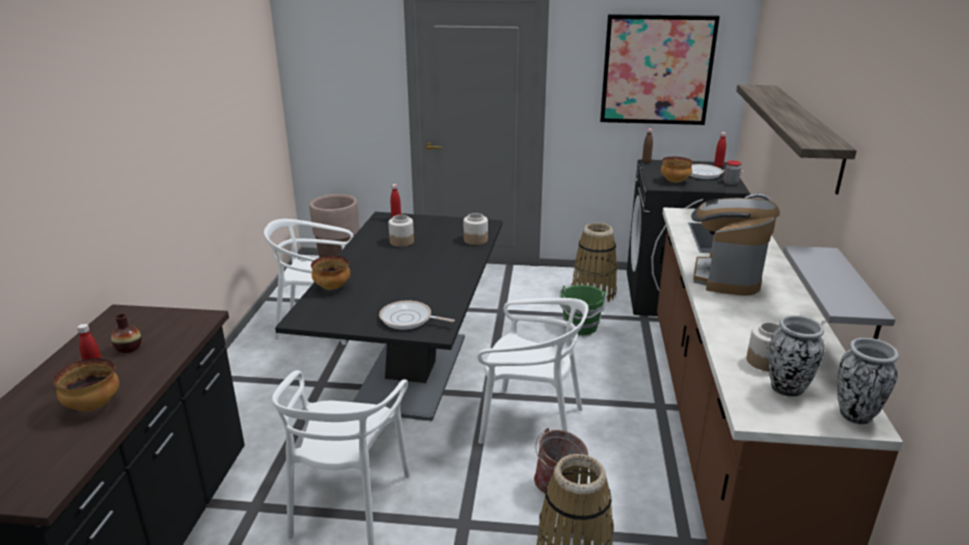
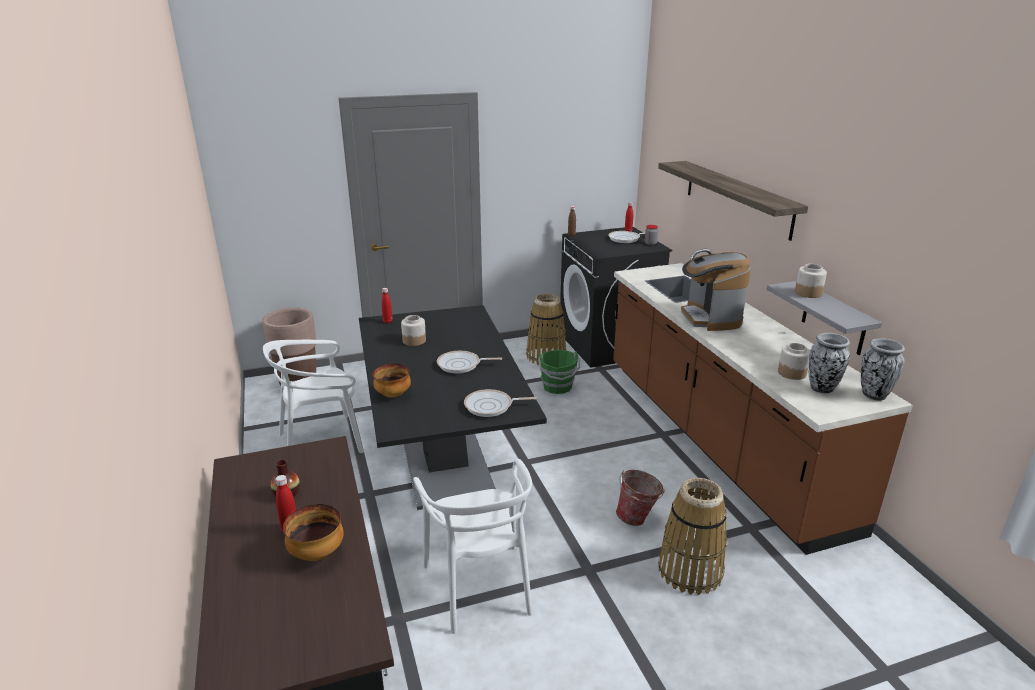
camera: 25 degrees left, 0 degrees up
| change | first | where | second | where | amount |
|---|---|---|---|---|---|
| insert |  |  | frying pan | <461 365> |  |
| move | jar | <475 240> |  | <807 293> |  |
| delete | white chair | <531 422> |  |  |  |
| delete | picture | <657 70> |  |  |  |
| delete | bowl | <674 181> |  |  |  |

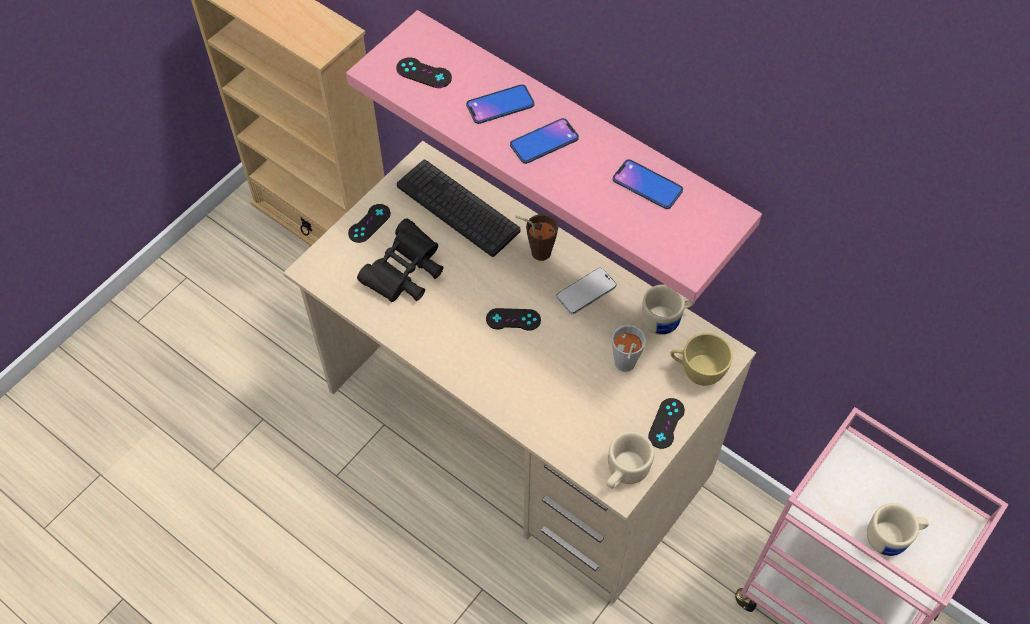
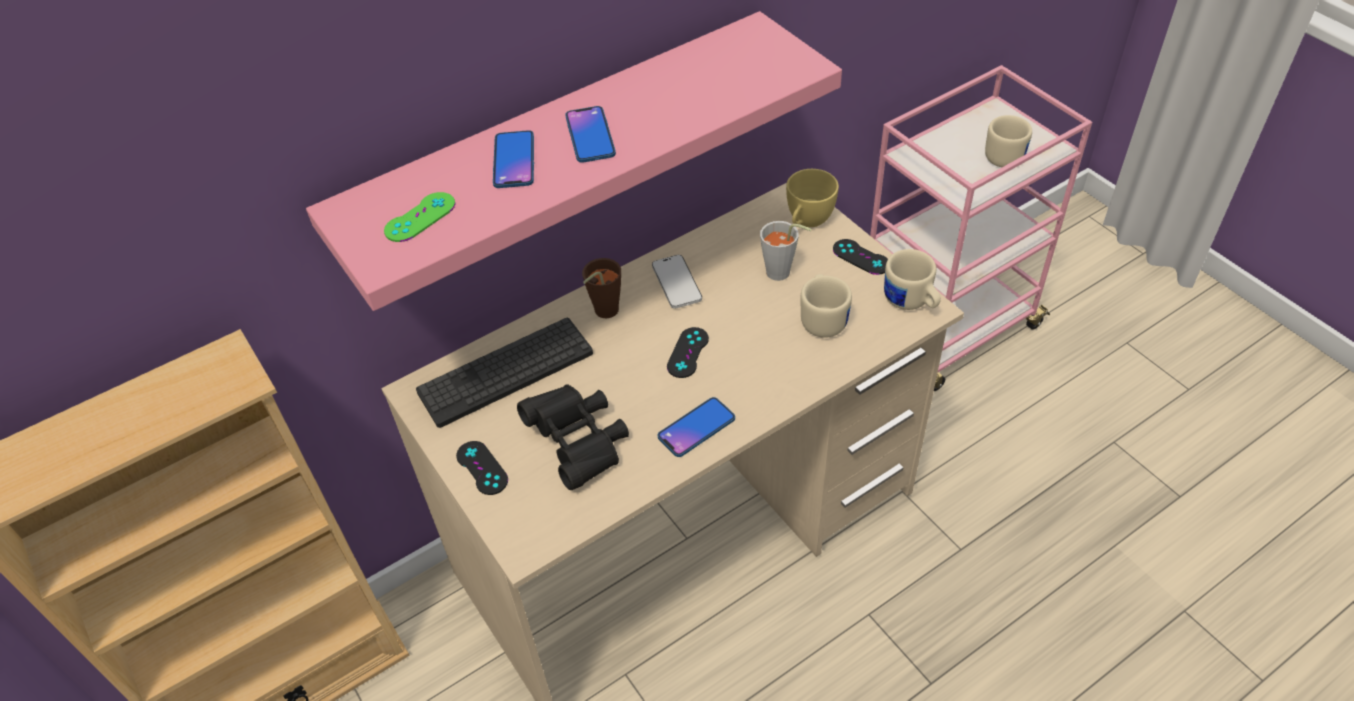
camera: 70 degrees left, 10 degrees down
| change | first | where | second | where | amount |
|---|---|---|---|---|---|
| recolor | black game controller | <424 73> | green game controller | <420 217> |  |
| move | phone | <647 185> |  | <696 428> |  |
| move | beige mug | <666 319> |  | <823 318> |  |

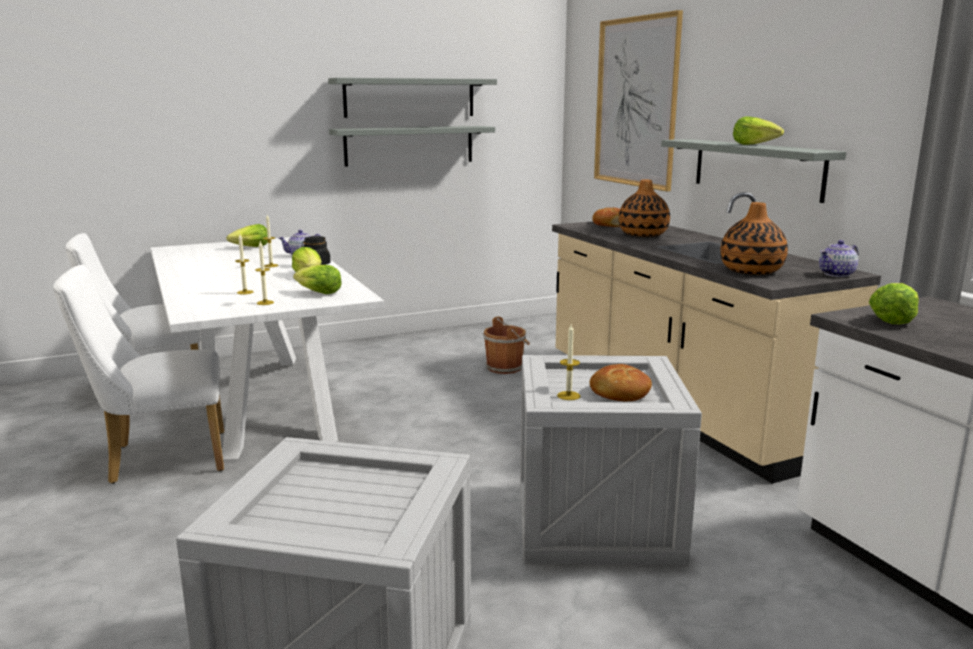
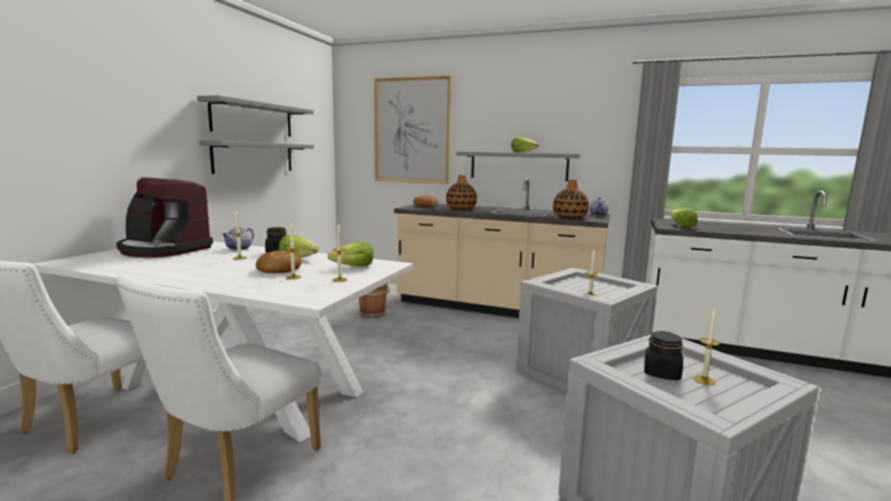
camera: 45 degrees left, 5 degrees down
| change | first | where | second | where | amount |
|---|---|---|---|---|---|
| replace | lettuce | <251 247> | coffee machine | <164 249> |  |
| move | bread | <619 393> |  | <278 270> |  |
| insert |  |  | black jar | <661 373> |  |
| insert |  |  | candle | <703 380> |  |

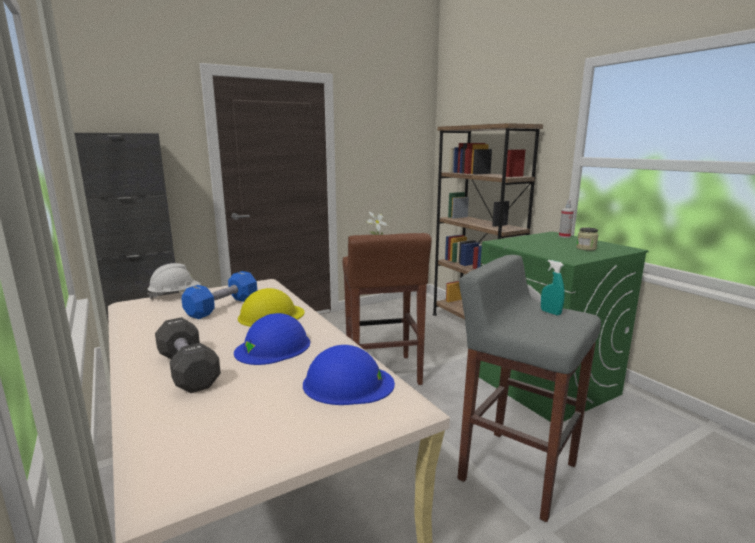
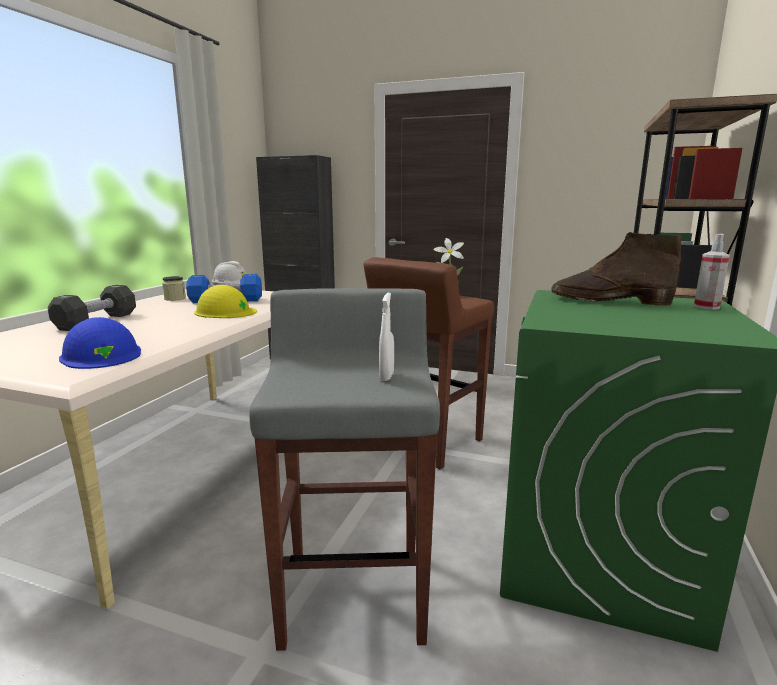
camera: 50 degrees right, 0 degrees up
| change | first | where | second | where | amount |
|---|---|---|---|---|---|
| move | jar | <586 248> |  | <175 298> |  |
| recolor | turquoise spray bottle | <550 312> | white spray bottle | <386 376> |  |
| insert |  |  | brown boot | <608 301> |  |
| delete | blue hard hat | <273 347> |  |  |  |

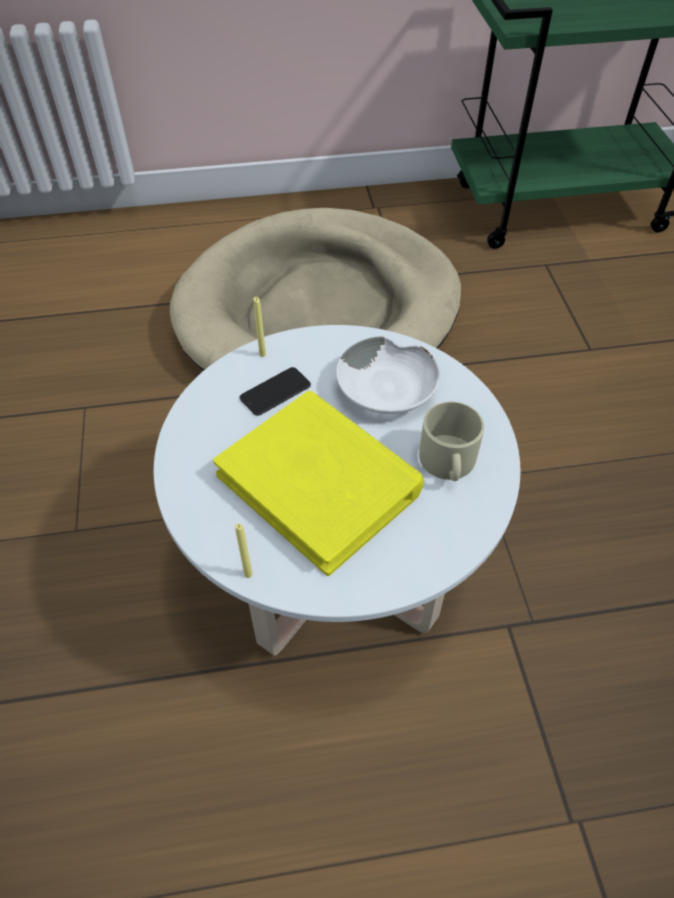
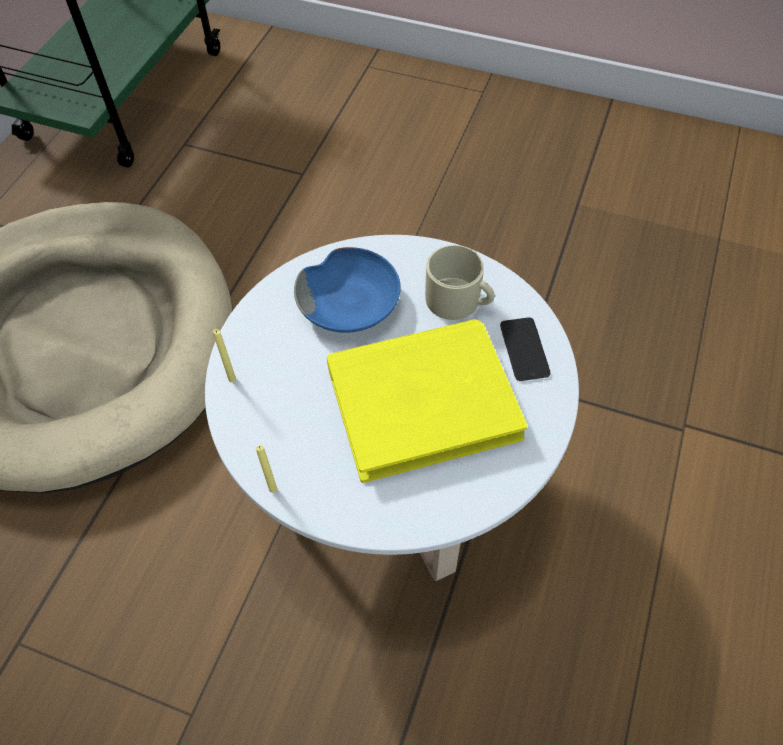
camera: 60 degrees left, 5 degrees up
| change | first | where | second | where | amount |
|---|---|---|---|---|---|
| move | yellow candle | <248 574> |  | <273 489> |  |
| recolor | white bowl | <388 389> | blue bowl | <351 302> |  |
| move | phone | <275 392> |  | <524 349> |  |

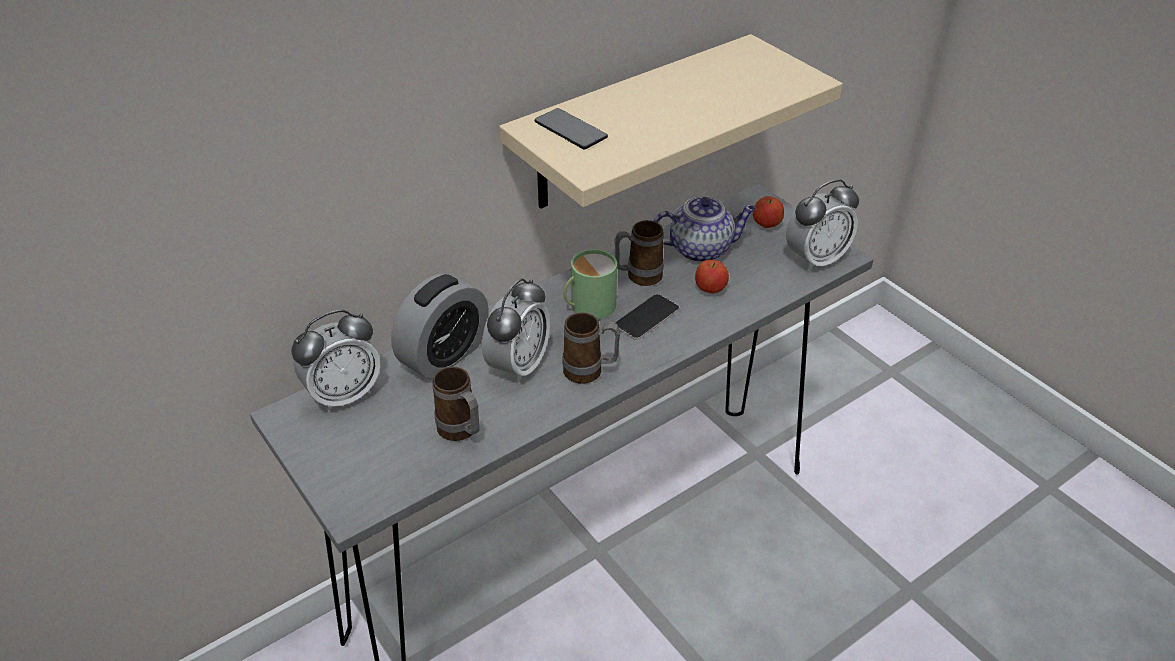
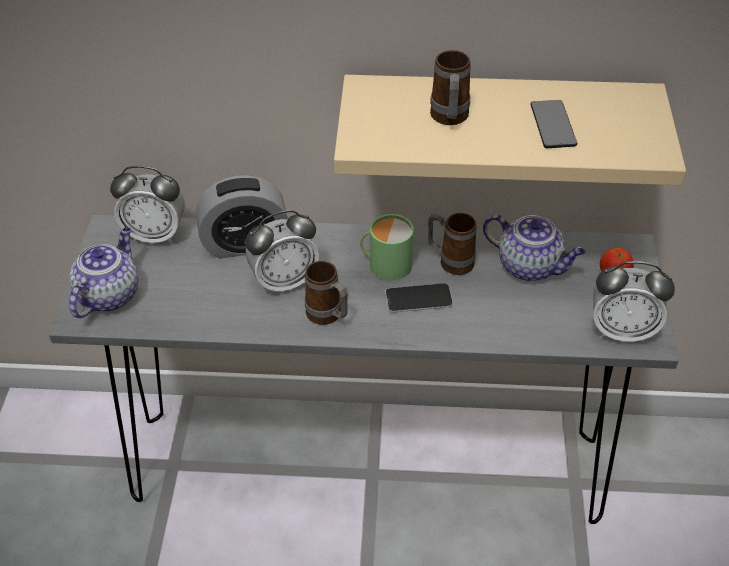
camera: 40 degrees right, 5 degrees up
| change | first | where | second | where | amount |
|---|---|---|---|---|---|
| insert |  |  | teapot | <109 294> |  |
| move | mug | <461 432> |  | <449 119> |  |
| move | phone | <570 130> |  | <552 125> |  |
| delete | apple | <710 289> |  |  |  |

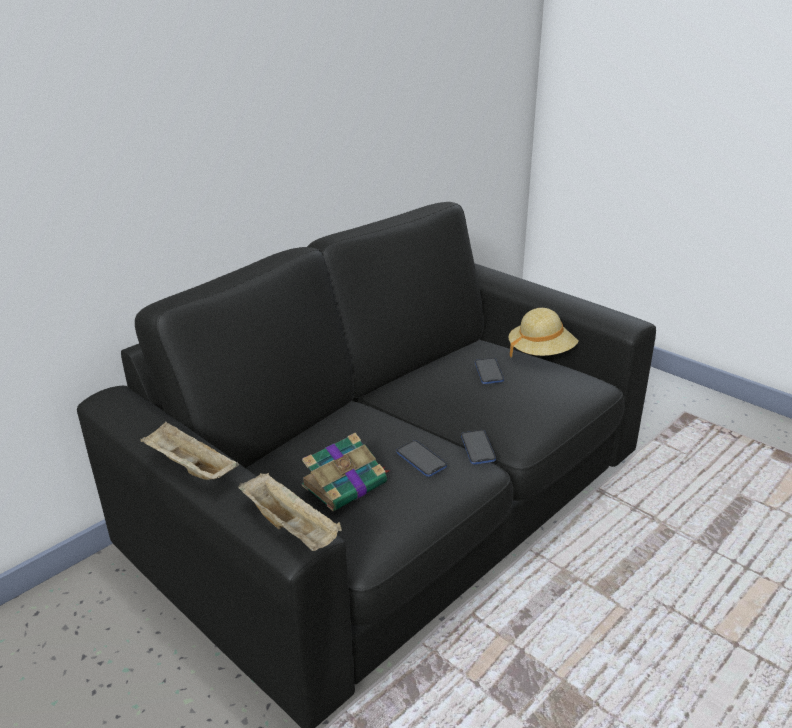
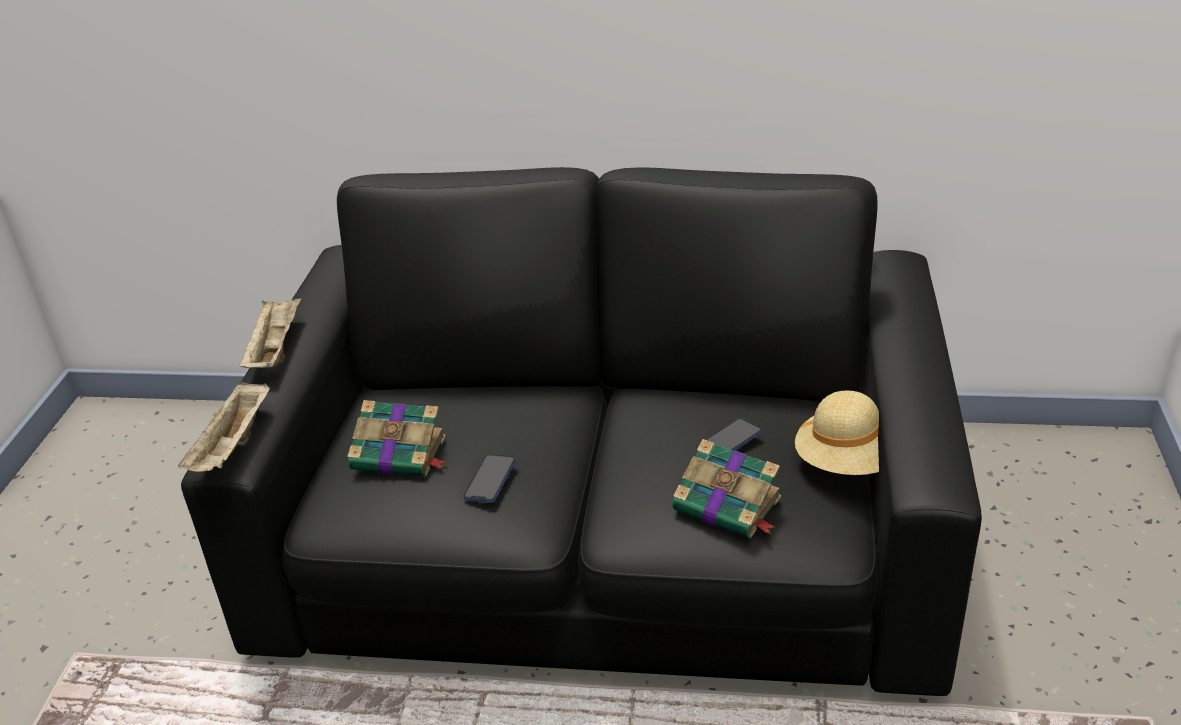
camera: 55 degrees right, 5 degrees up
| change | first | where | second | where | amount |
|---|---|---|---|---|---|
| insert |  |  | book | <729 505> |  |
| delete | phone | <477 448> |  |  |  |

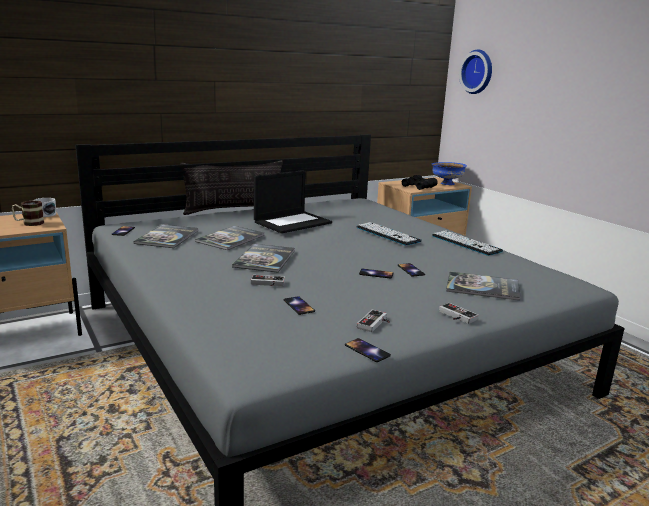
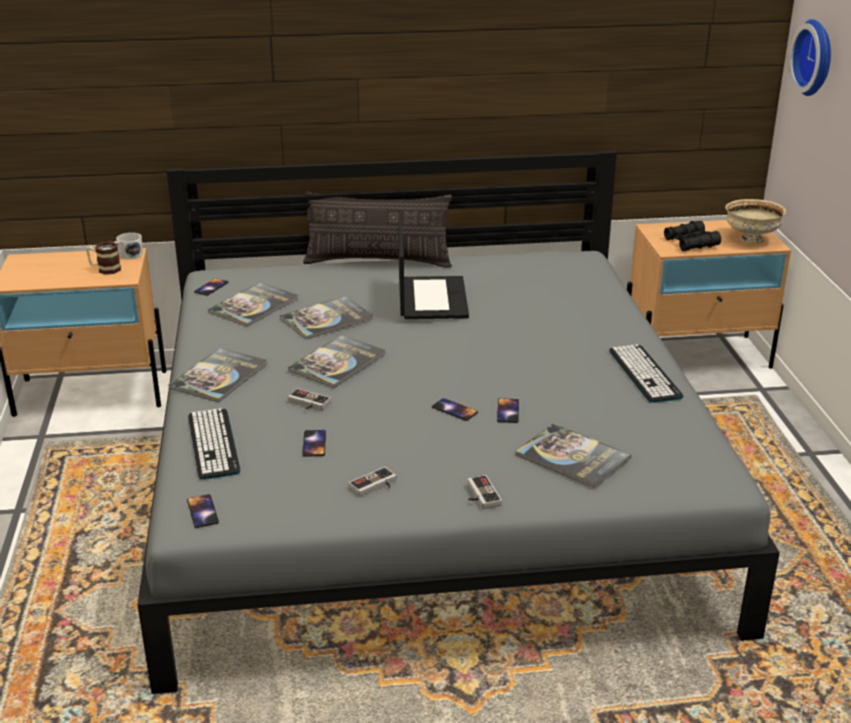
camera: 25 degrees right, 10 degrees up
| change | first | where | second | where | amount |
|---|---|---|---|---|---|
| insert |  |  | book | <219 376> |  |
| move | phone | <367 350> |  | <202 511> |  |
| move | keyboard | <387 234> |  | <213 444> |  |
| rotate | laptop | <293 222> |  | <431 298> | 75 degrees counterclockwise |
| recolor | blue bowl | <446 184> | beige bowl | <750 239> |  |

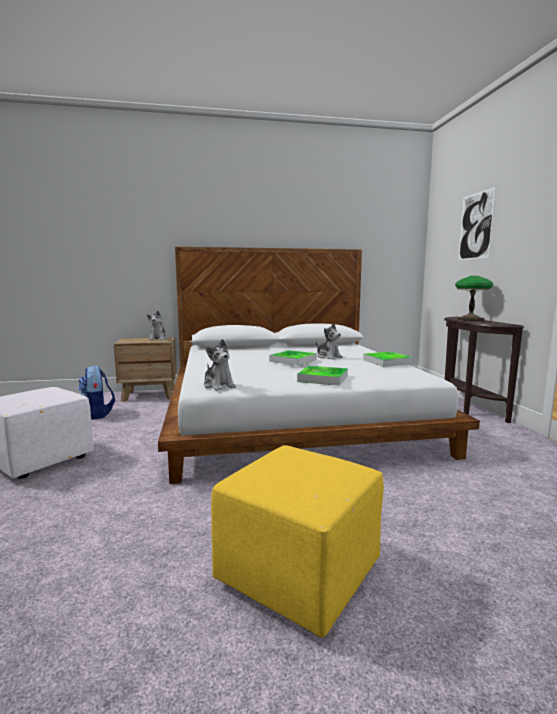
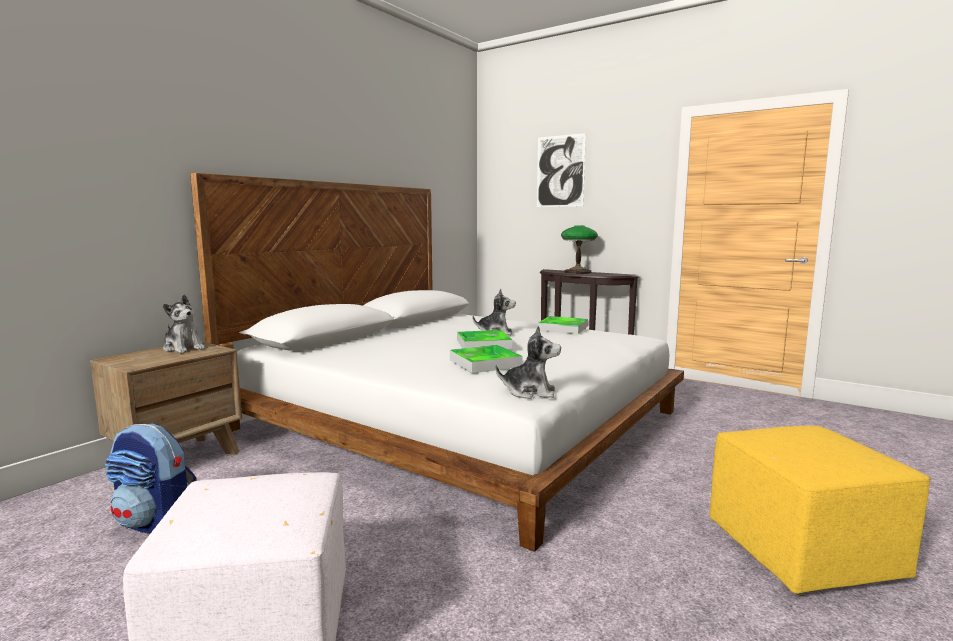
camera: 45 degrees left, 0 degrees up
| change | first | where | second | where | amount |
|---|---|---|---|---|---|
| move | tray | <323 378> |  | <485 363> |  |

